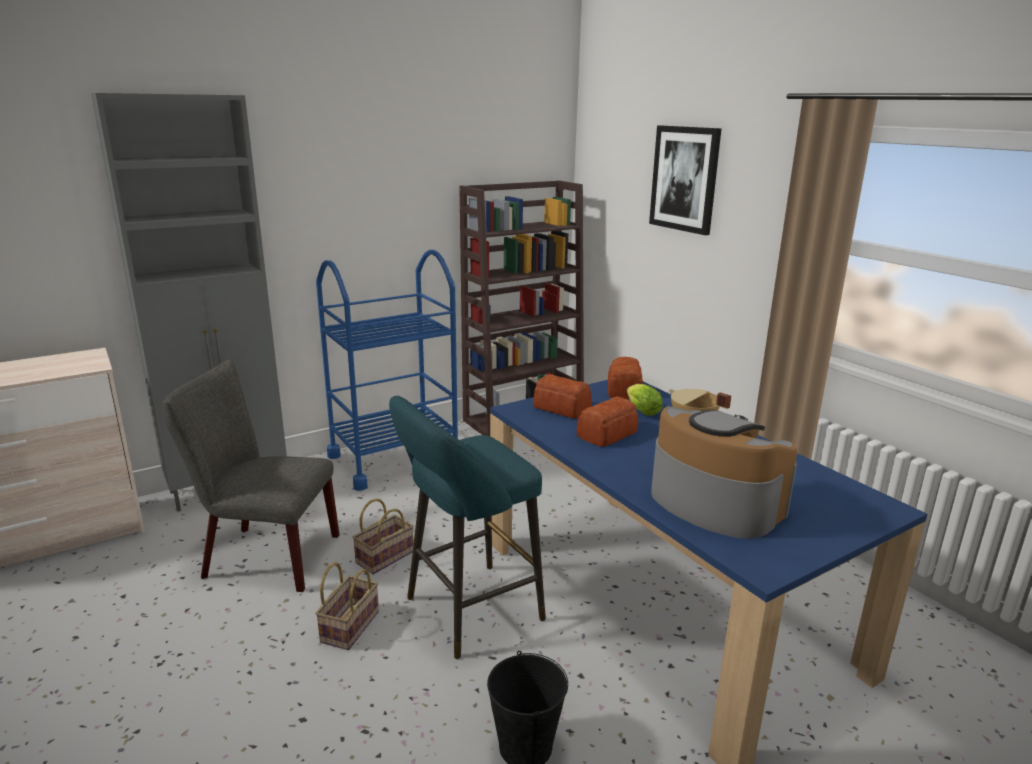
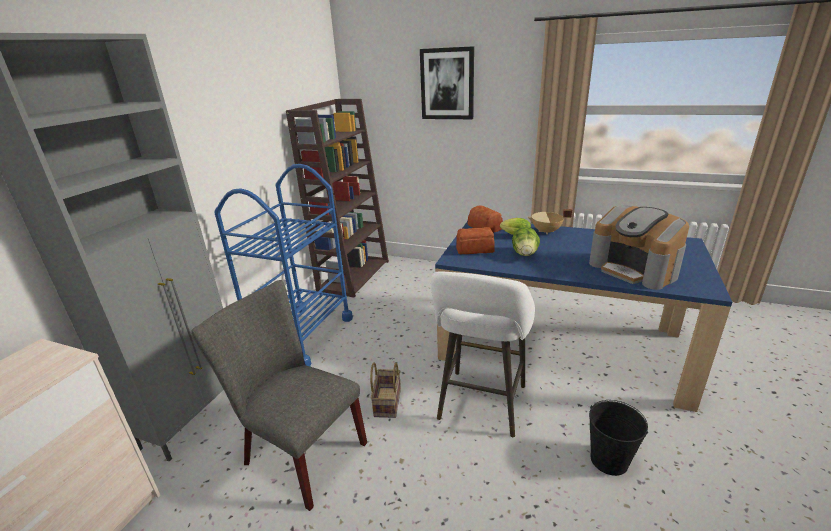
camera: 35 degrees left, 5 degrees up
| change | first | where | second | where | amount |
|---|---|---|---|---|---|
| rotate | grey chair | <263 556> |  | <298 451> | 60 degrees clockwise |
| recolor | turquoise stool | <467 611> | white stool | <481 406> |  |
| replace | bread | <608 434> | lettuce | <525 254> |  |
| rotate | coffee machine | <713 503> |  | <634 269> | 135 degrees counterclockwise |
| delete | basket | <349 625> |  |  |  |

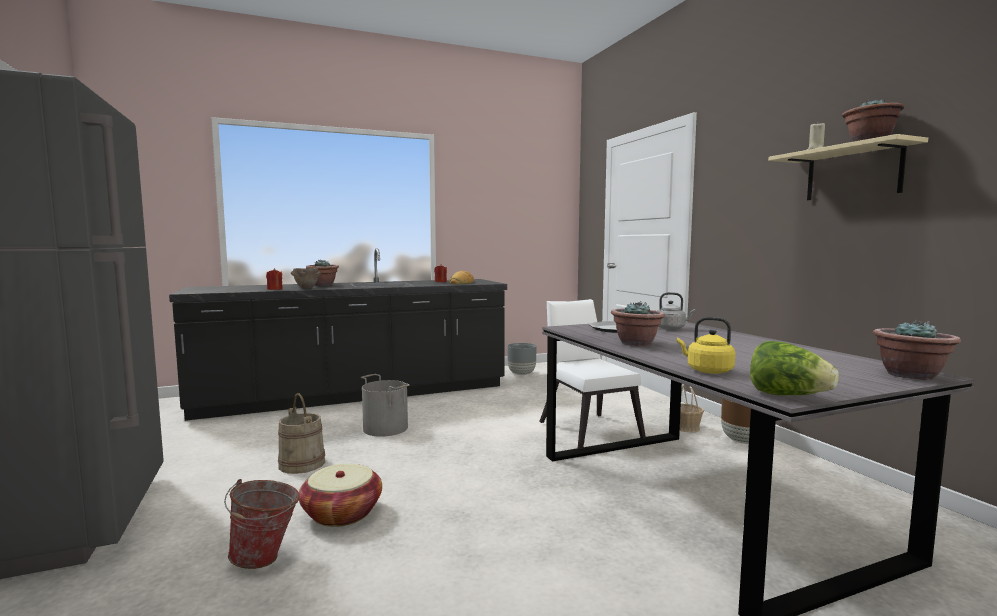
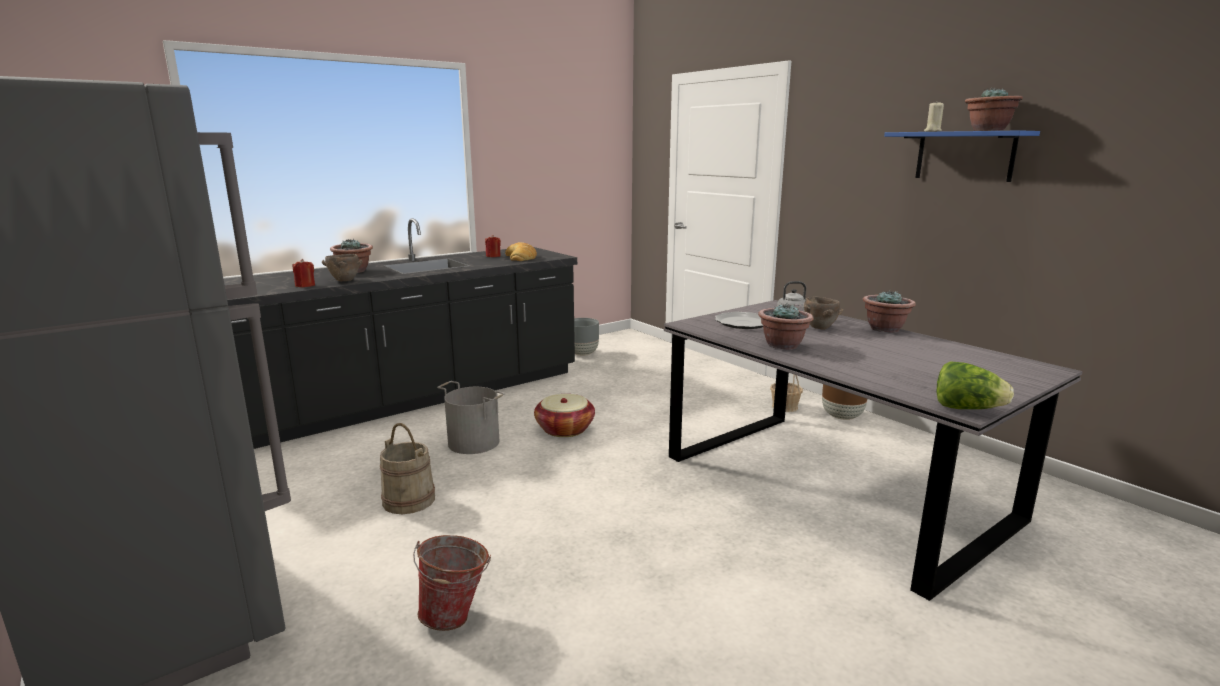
camera: 15 degrees left, 10 degrees up
| change | first | where | second | where | amount |
|---|---|---|---|---|---|
| move | basket | <342 513> |  | <565 429> |  |
| insert |  |  | brown bowl | <820 328> |  |
| move | potted plant | <910 375> |  | <885 329> |  |
| recolor | beige shelf | <853 173> | blue shelf | <964 156> |  |
| delete | white chair | <588 429> |  |  |  |
| delete | yellow kettle | <707 370> |  |  |  |

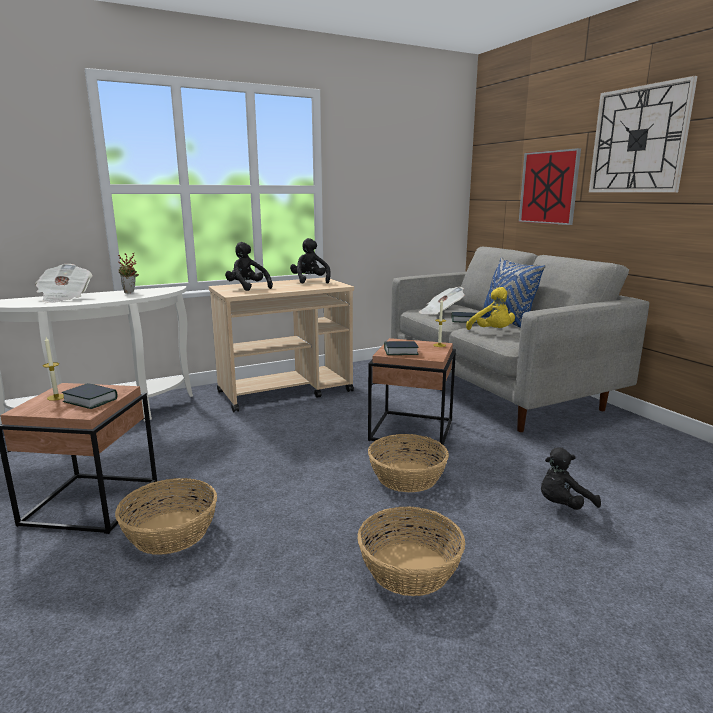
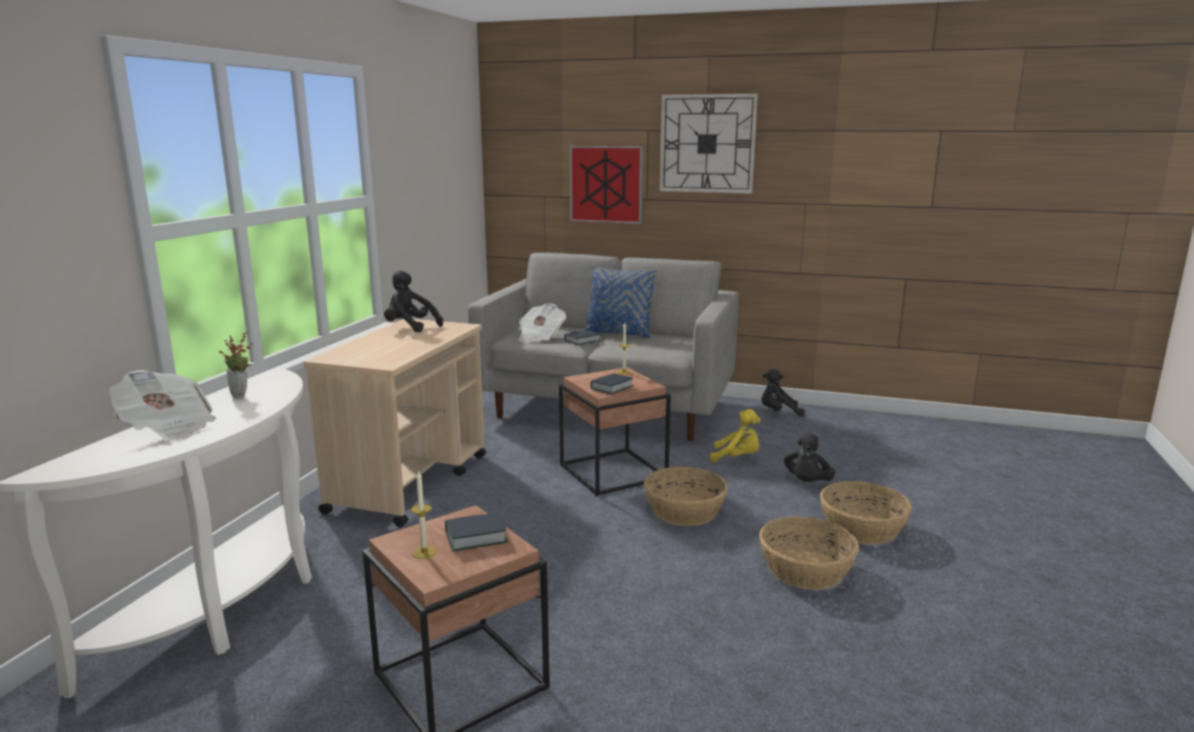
camera: 45 degrees left, 0 degrees up
| change | first | where | second | where | amount |
|---|---|---|---|---|---|
| move | yellow plush toy | <492 332> |  | <737 458> |  |
| move | black plush toy | <247 288> |  | <778 413> |  |
| move | basket | <171 532> |  | <861 528> |  |

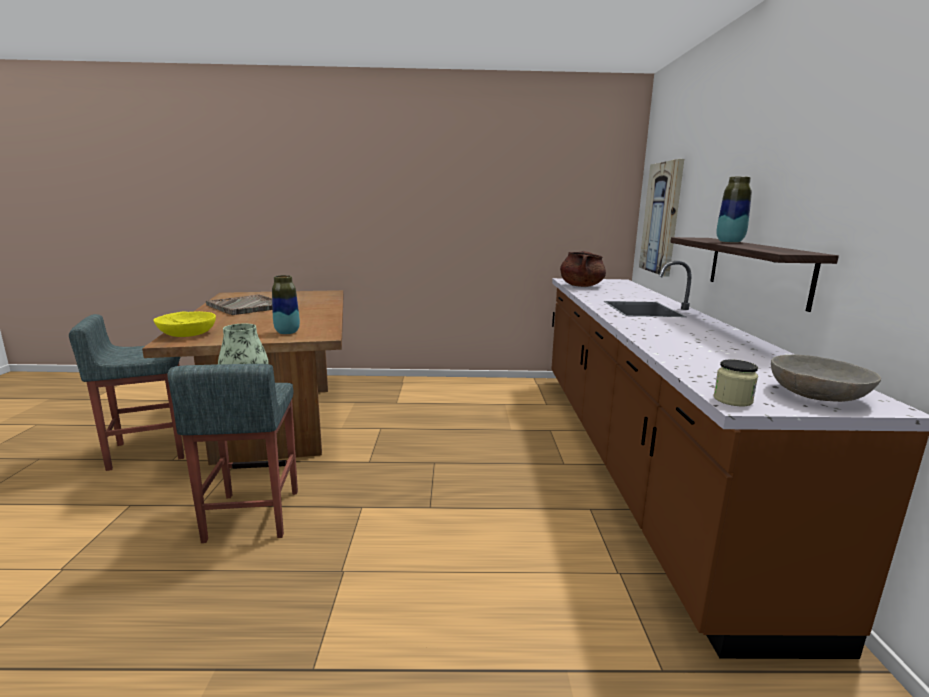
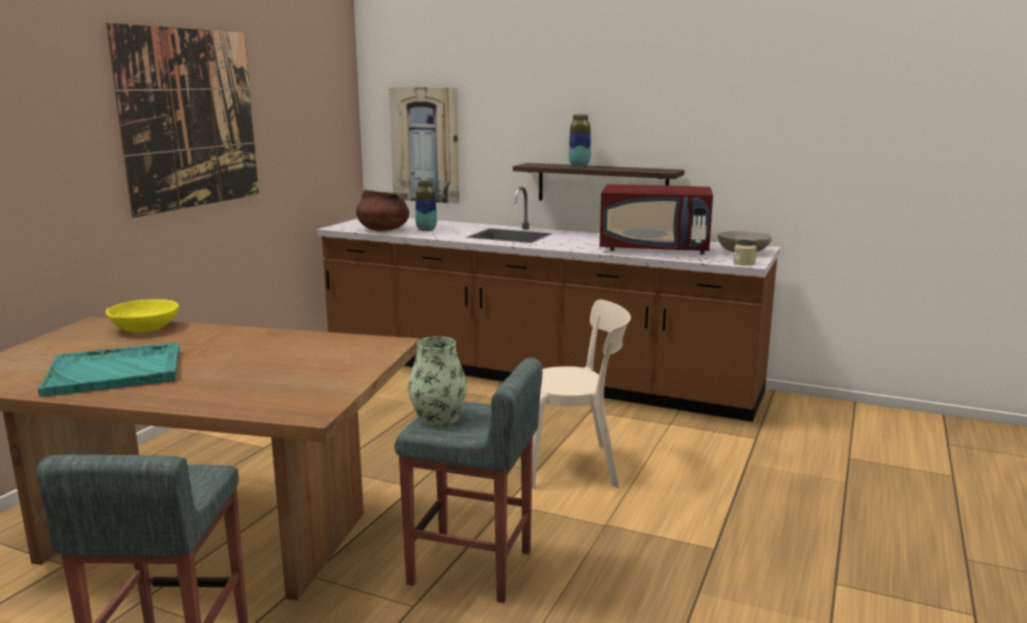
camera: 65 degrees left, 0 degrees up
| change | first | where | second | where | amount |
|---|---|---|---|---|---|
| recolor | grey tray | <246 306> | turquoise tray | <116 372> |  |
| insert |  |  | picture | <191 119> |  |
| move | yellow bowl | <187 334> |  | <145 328> |  |
| move | vase | <287 332> |  | <426 230> |  |
| insert |  |  | beige chair | <575 466> |  |
| insert |  |  | red microwave | <655 249> |  |

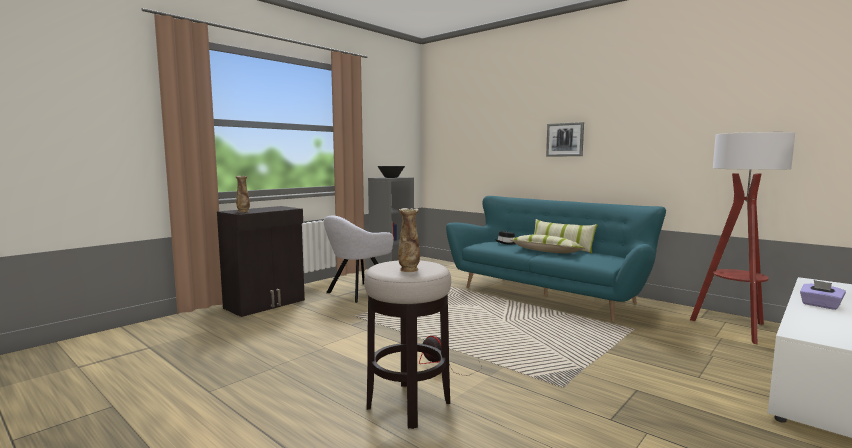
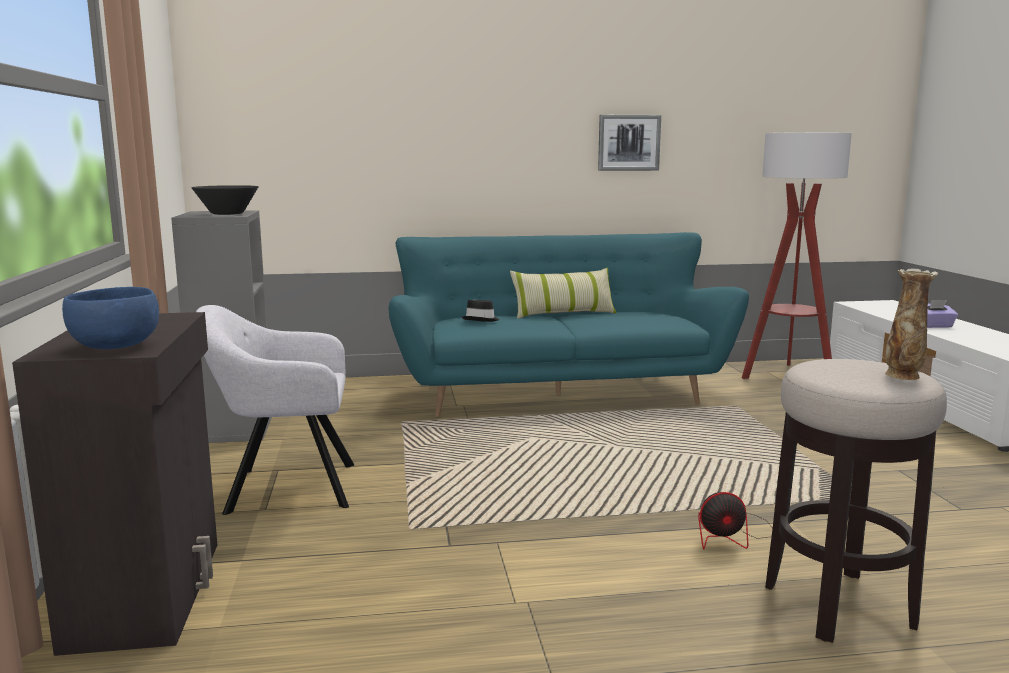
camera: 50 degrees left, 5 degrees up
| change | first | where | second | where | amount |
|---|---|---|---|---|---|
| replace | vase | <243 211> | blue bowl | <116 347> |  |
| rotate | grey armchair | <357 292> |  | <285 487> | 90 degrees clockwise |
| move | picture | <565 139> |  | <628 143> |  |
| delete | pillow | <546 251> |  |  |  |

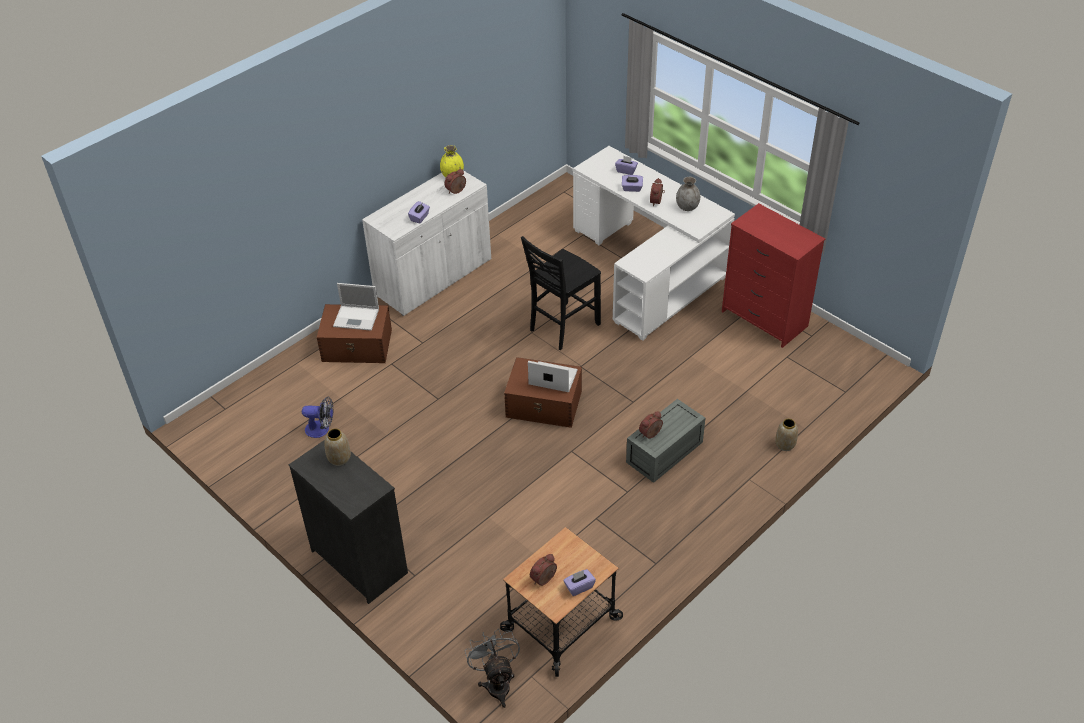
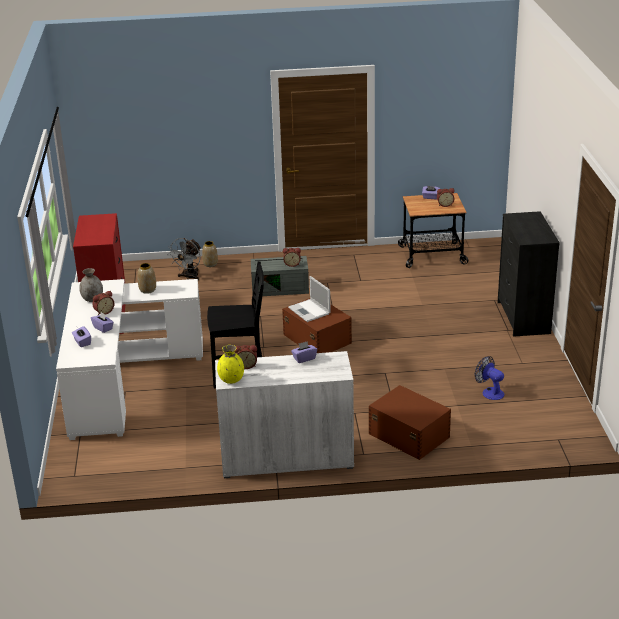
camera: 140 degrees left, 15 degrees down
| change | first | where | second | where | amount |
|---|---|---|---|---|---|
| move | vase | <339 459> |  | <147 290> |  |
| move | grey fan | <497 683> |  | <189 277> |  |
| delete | laptop | <357 318> |  |  |  |

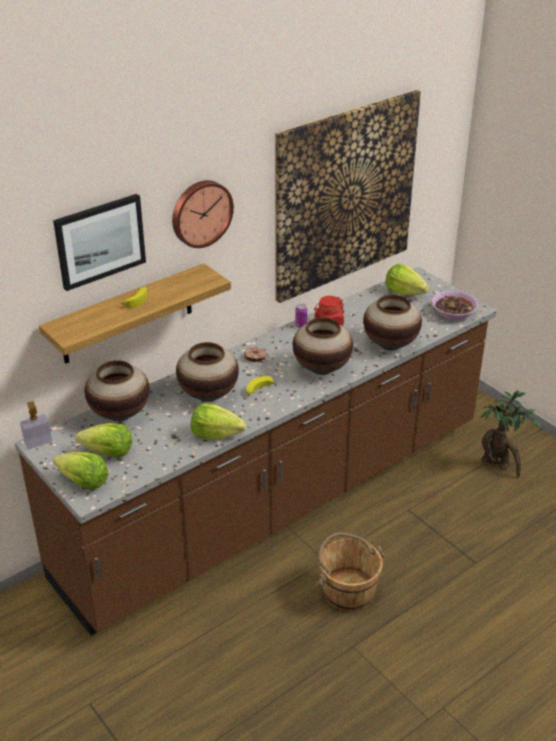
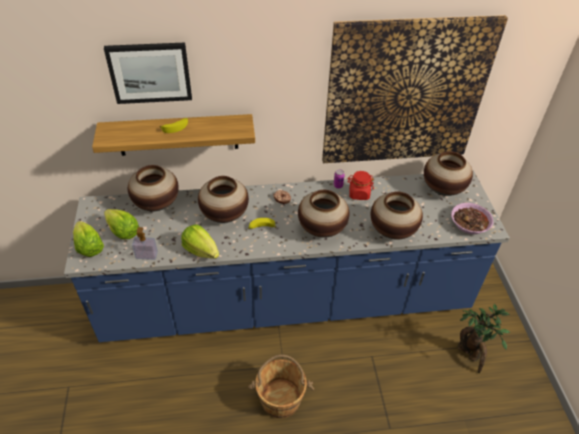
camera: 30 degrees right, 10 degrees up
| change | first | where | second | where | amount |
|---|---|---|---|---|---|
| recolor | brown counter | <277 500> | blue counter | <286 302> |  |
| move | soap dispenser | <38 442> |  | <146 255> |  |
| replace | lettuce | <404 292> | vase | <442 189> |  |
| delete | wall clock | <200 213> |  |  |  |

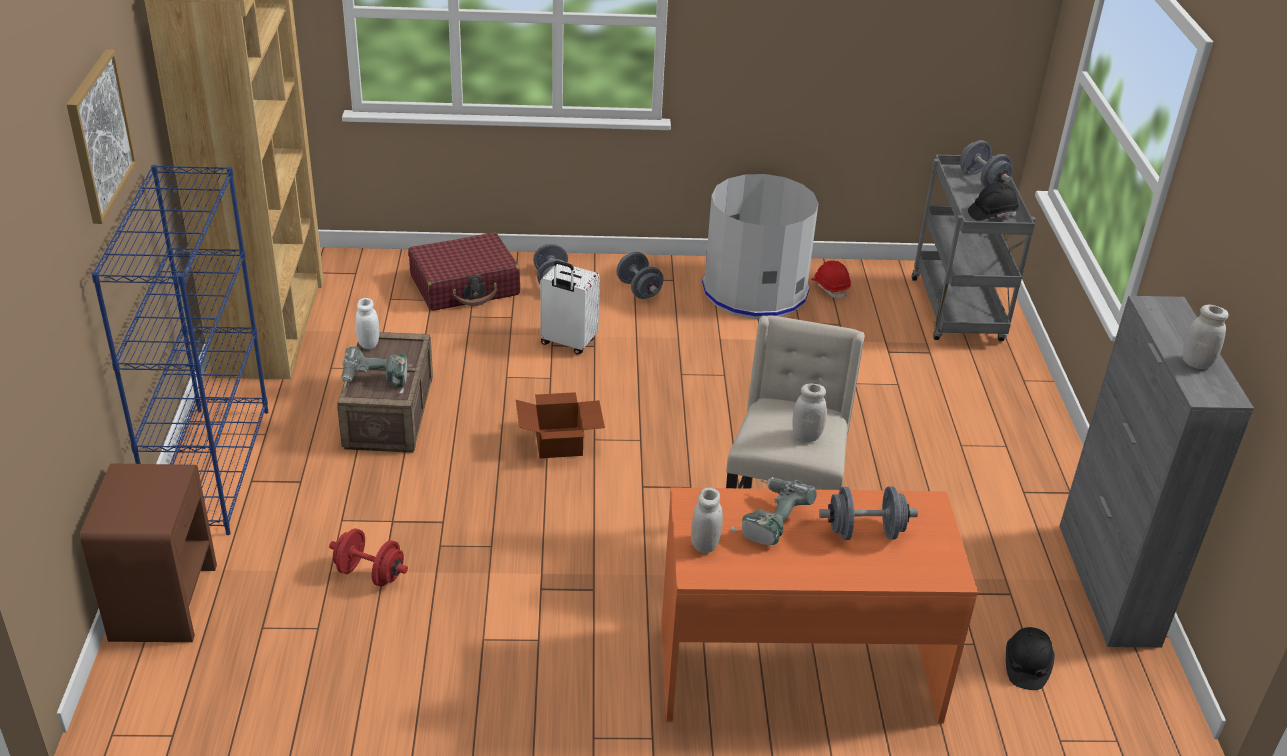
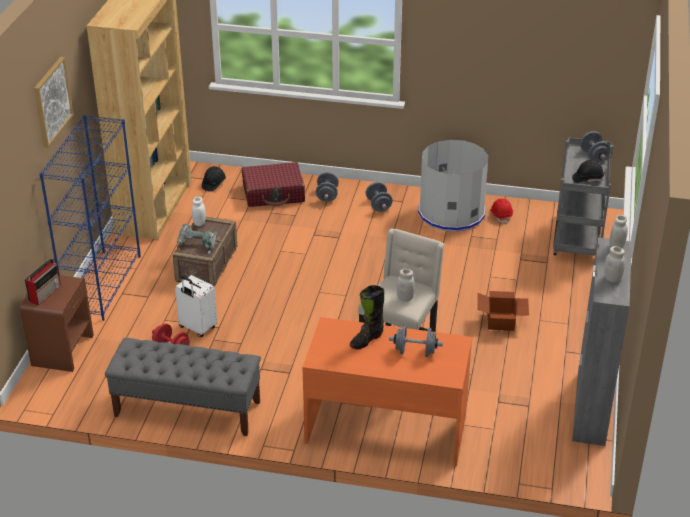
camera: 15 degrees right, 0 degrees up
| change | first | where | second | where | amount |
|---|---|---|---|---|---|
| insert |  |  | radio | <45 293> |  |
| insert |  |  | grey bench | <187 409> |  |
| move | white suitcase | <567 343> |  | <197 328> |  |
| move | black hard hat | <1026 666> |  | <213 184> |  |
| replace | power drill | <770 520> | black boot | <366 340> |  |
| move | cardboard box | <560 443> |  | <501 322> |  |
| move | white jar | <705 544> |  | <616 247> |  |

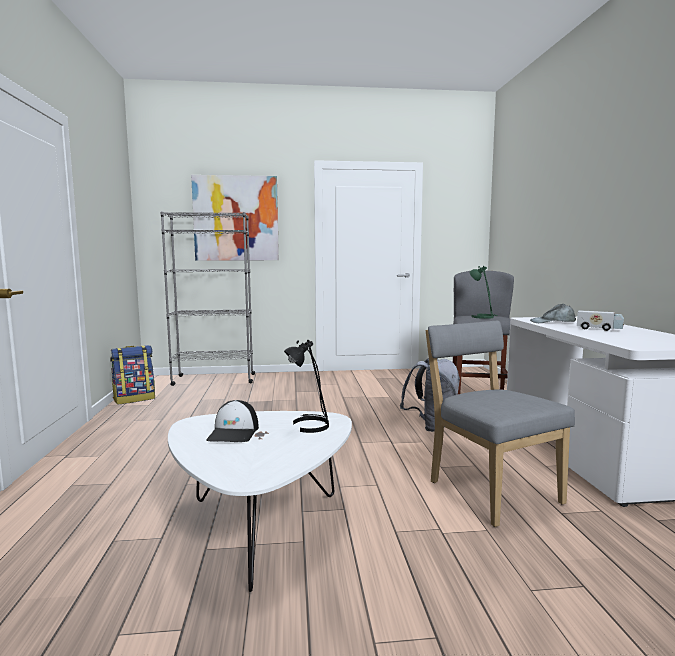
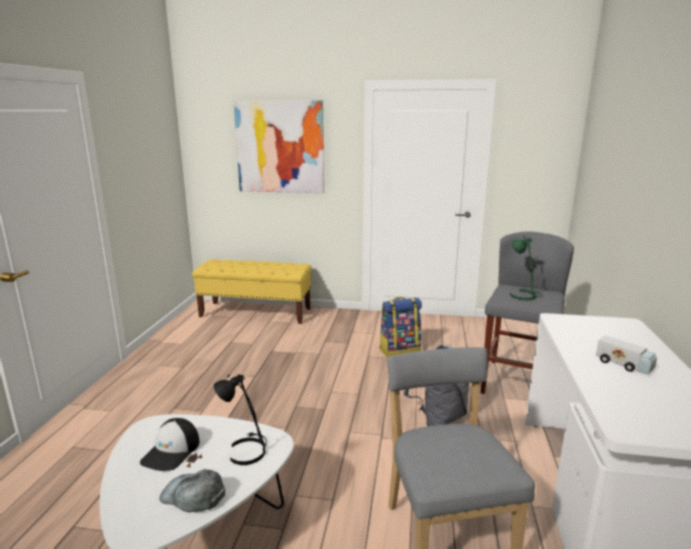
camera: 15 degrees right, 10 degrees up
| change | first | where | second | where | amount |
|---|---|---|---|---|---|
| move | grey cap | <552 322> |  | <193 495> |  |
| replace | grey bookcase | <214 379> | yellow bench | <256 312> |  |
| move | backpack | <134 399> |  | <399 350> |  |

